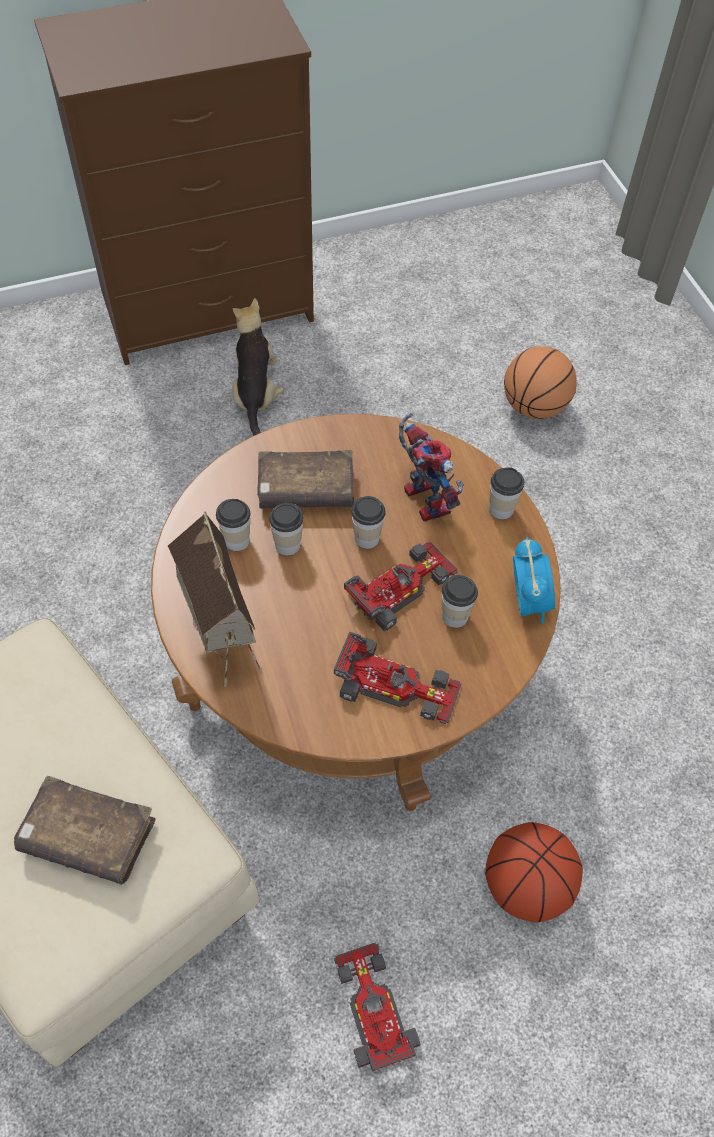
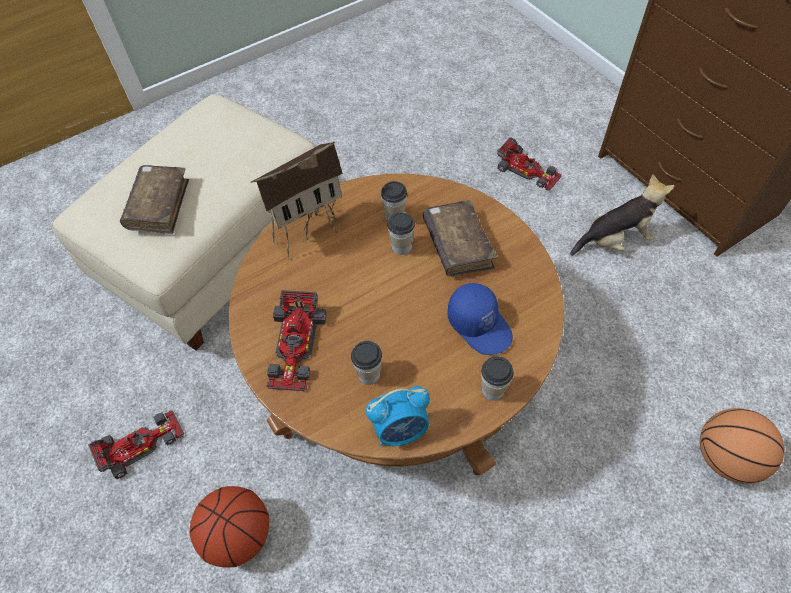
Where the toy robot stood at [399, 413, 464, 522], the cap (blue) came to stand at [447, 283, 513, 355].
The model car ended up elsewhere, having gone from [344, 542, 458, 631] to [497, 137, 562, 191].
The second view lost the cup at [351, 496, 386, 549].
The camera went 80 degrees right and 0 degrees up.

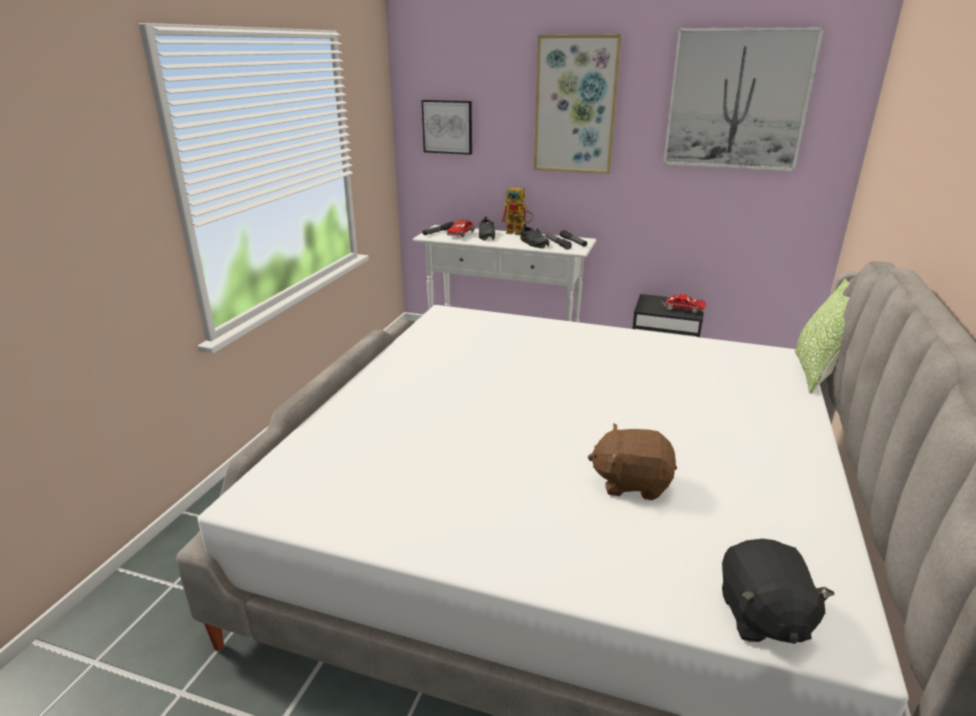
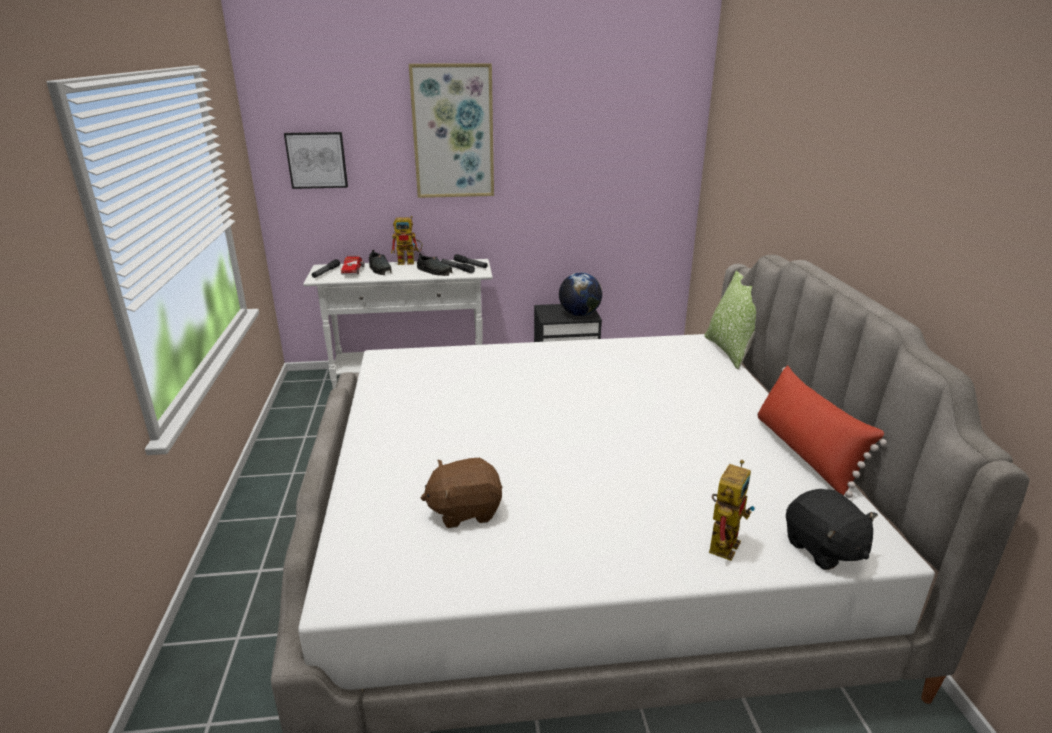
The soft toy (brown) ended up elsewhere, having gone from [588, 423, 677, 500] to [421, 458, 502, 528].
Where the toy lorry stood at [661, 293, 706, 313], the desk globe came to stand at [559, 272, 602, 316].
The second view gained the toy robot at [709, 460, 755, 561].
The second view gained the pillow (reddish) at [757, 365, 887, 498].
The second view lost the wall picture at [663, 27, 824, 171].
The camera went 25 degrees left and 0 degrees up.

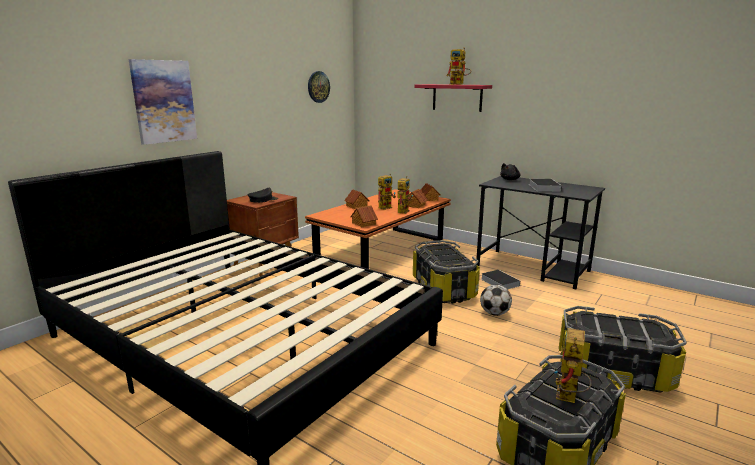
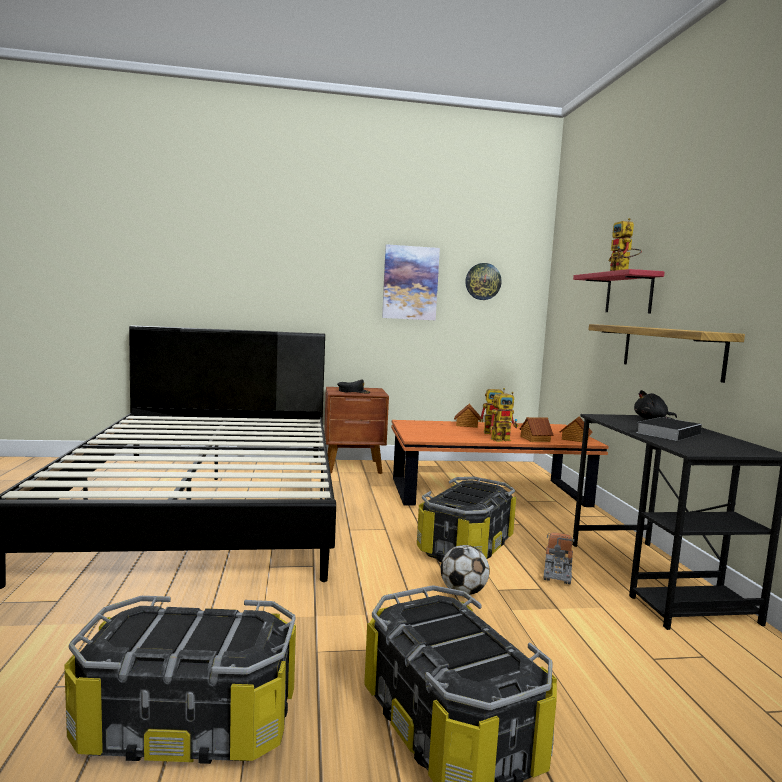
The wall picture ended up elsewhere, having gone from [129, 59, 197, 145] to [382, 244, 440, 320].
Where the volume stood at [481, 270, 520, 289], the toy lorry came to stand at [543, 532, 575, 585].
The second view gained the bracket shelf at [589, 324, 745, 383].
The second view lost the model house at [351, 205, 378, 227].
The second view lost the toy robot at [554, 328, 592, 403].
The camera went 45 degrees right and 10 degrees down.

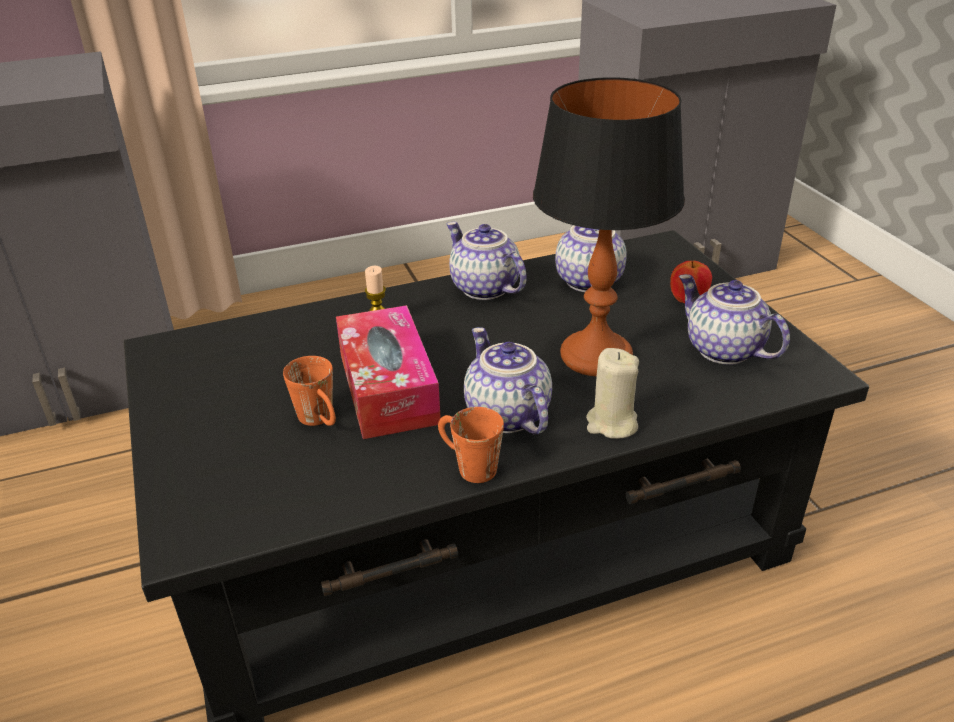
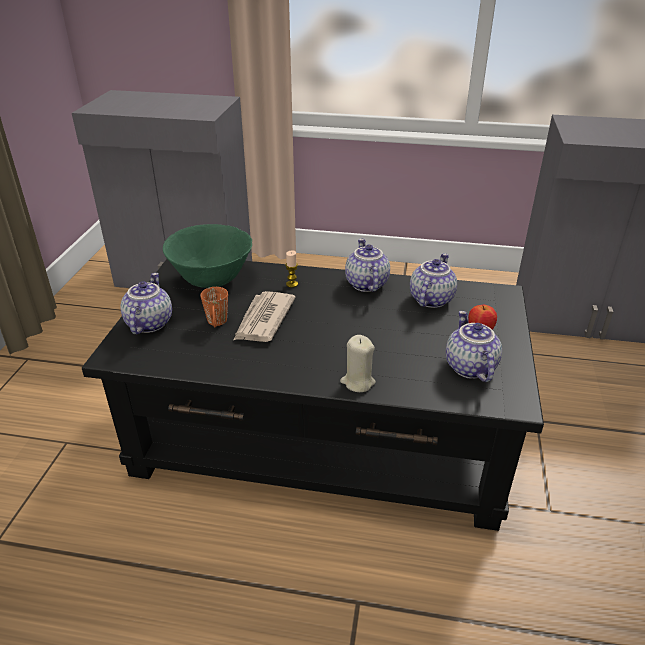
The tea pot ended up elsewhere, having gone from [464, 327, 552, 435] to [121, 273, 172, 334].
The second view gained the bowl (green) at [163, 224, 252, 288].
Where the tissue box stood at [336, 305, 441, 439], the newspaper came to stand at [234, 291, 296, 342].
The second view lost the coffee mug (orangey) at [438, 407, 504, 483].
The second view lost the table lamp at [533, 77, 685, 377].
The camera went 30 degrees right and 0 degrees up.

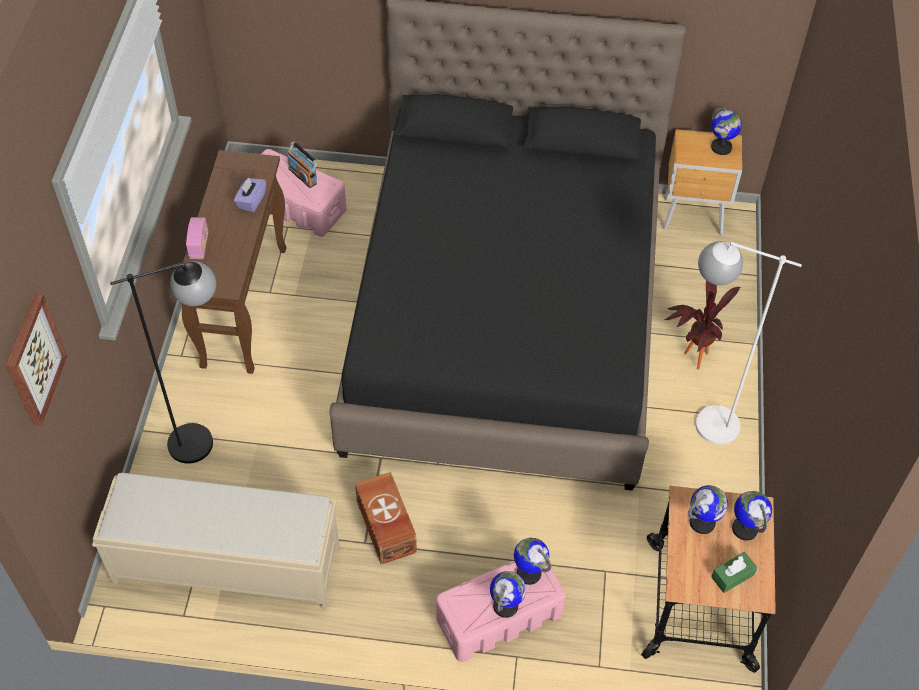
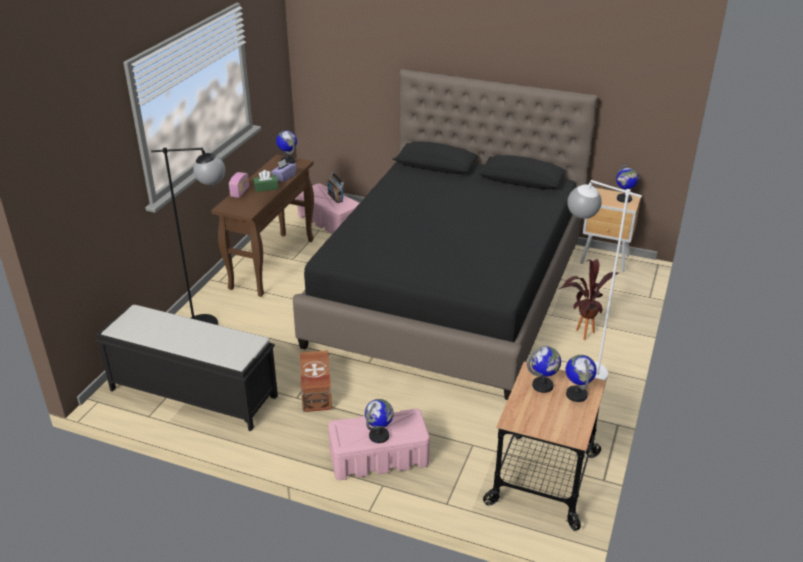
What was the indoor bench (sand-coloured) at [92, 473, 339, 610] turned into the indoor bench (black-coloured) at [95, 305, 278, 431].
The tissue box (green) ended up elsewhere, having gone from [711, 552, 757, 593] to [253, 170, 279, 192].
The desk globe ended up elsewhere, having gone from [514, 538, 551, 585] to [276, 130, 297, 163].
The second view lost the wall picture at [6, 293, 67, 426].
The camera went 15 degrees right and 20 degrees down.

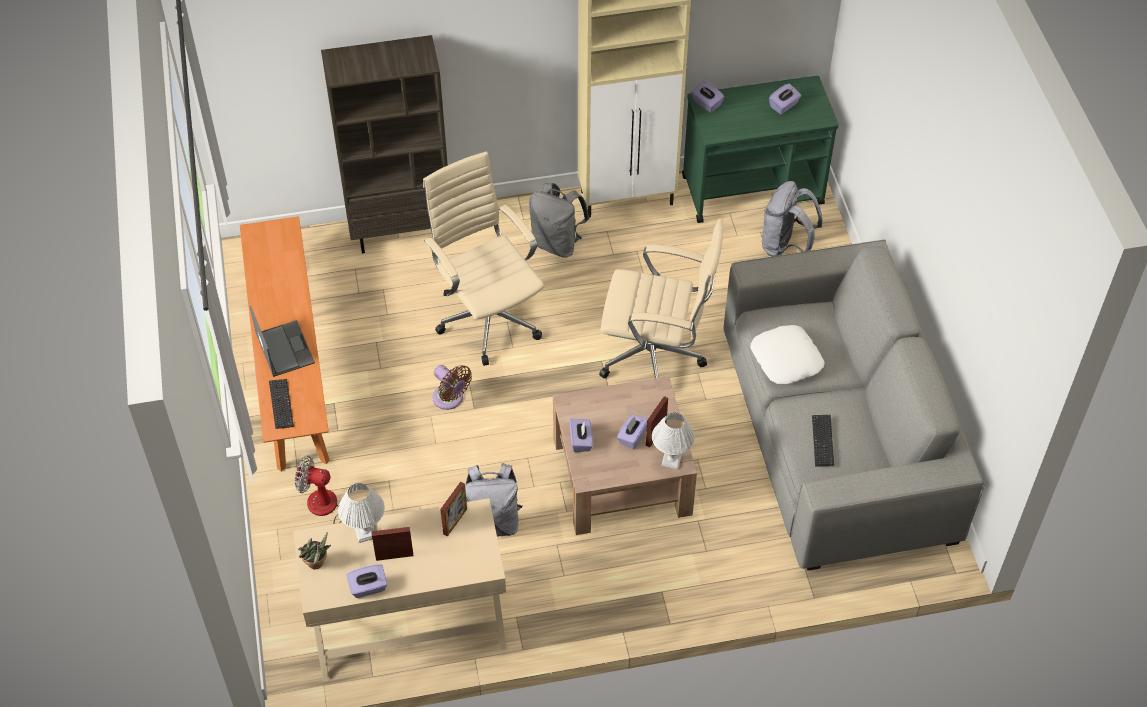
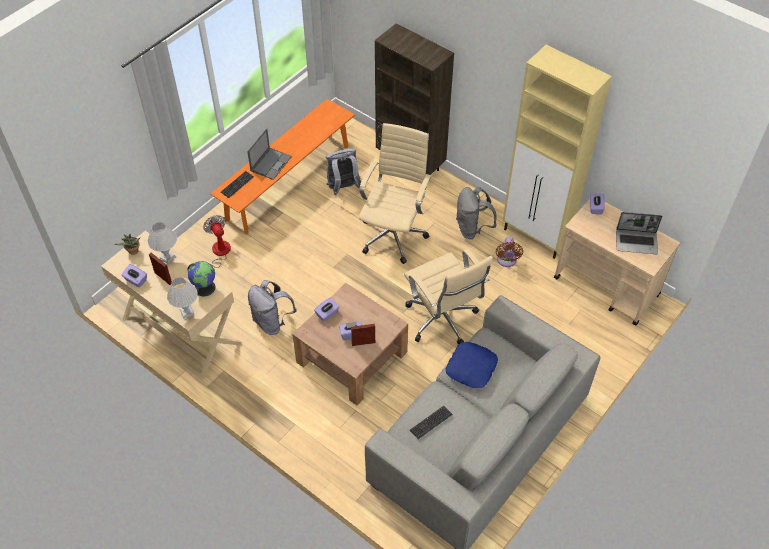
The table lamp (white) ended up elsewhere, having gone from [652, 412, 695, 469] to [167, 277, 198, 319].
Where the standing frame stood at [440, 482, 467, 536], the desk globe came to stand at [188, 261, 215, 296].
The backpack (gray) ended up elsewhere, having gone from [762, 181, 822, 257] to [326, 148, 361, 195].
What was the pillow (white) at [750, 325, 825, 384] turned into the pillow (blue) at [445, 342, 498, 388].
The electric fan (brown) ended up elsewhere, having gone from [432, 365, 472, 410] to [496, 237, 523, 267].
What was the cart (green) at [682, 76, 839, 223] turned into the cart (sand-coloured) at [554, 199, 680, 326].
Where the tissue box (purple) stood at [769, 83, 801, 114], the portable computer came to stand at [616, 212, 662, 254].
The camera went 50 degrees right and 0 degrees up.

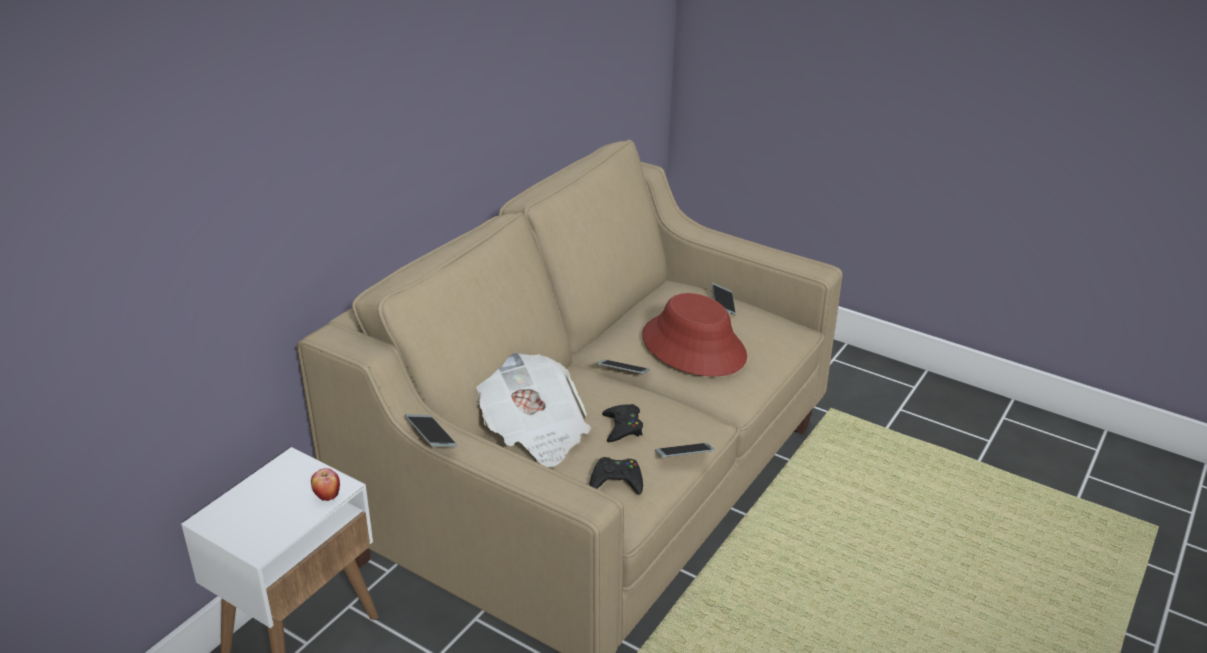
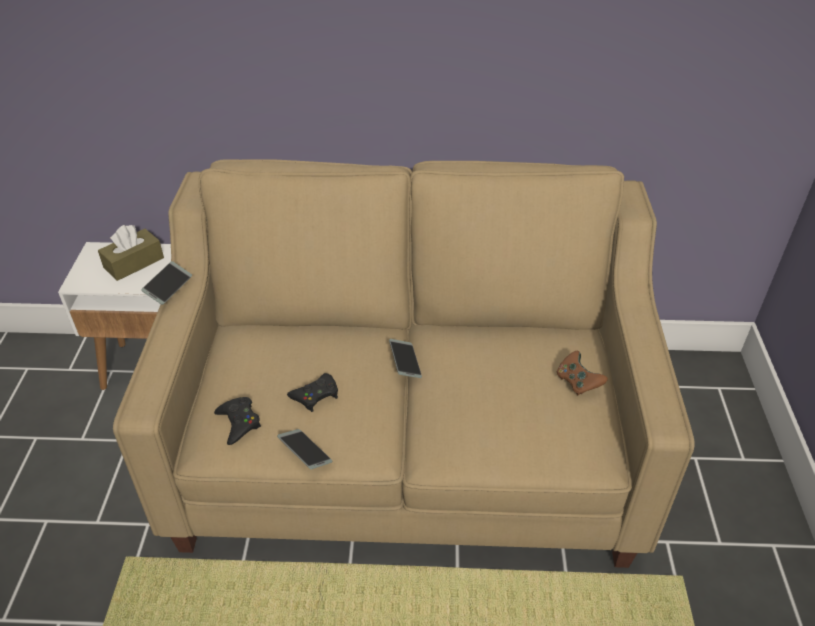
The second view gained the tissue box (brown) at [98, 225, 164, 281].
Where the phone stood at [712, 283, 736, 315], the game controller (brown) came to stand at [556, 351, 608, 395].
The second view lost the apple at [311, 468, 340, 501].
The second view lost the newspaper at [476, 352, 591, 467].
The second view lost the wearable hat (reddish) at [642, 293, 747, 376].
The camera went 60 degrees right and 10 degrees up.

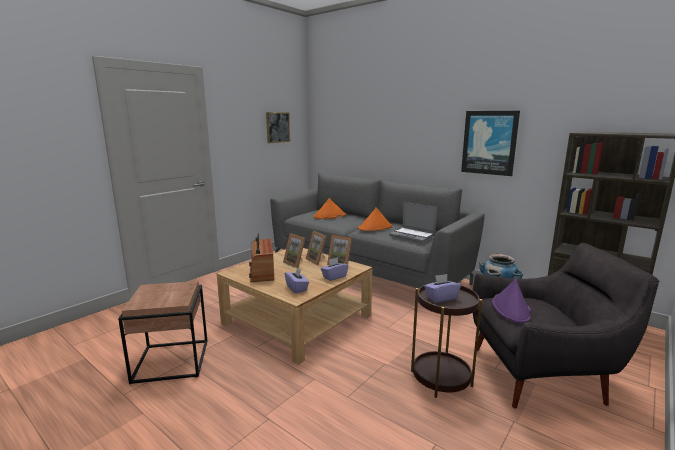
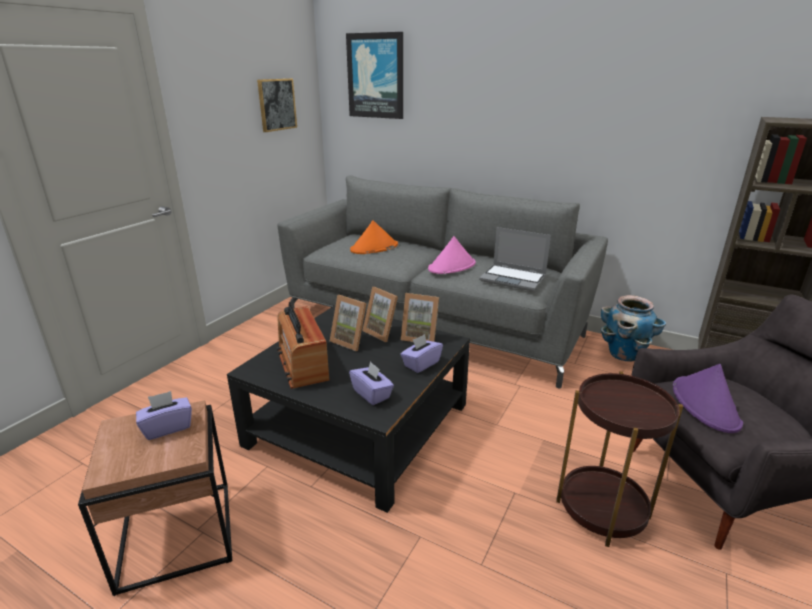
The tissue box (purple) ended up elsewhere, having gone from [424, 274, 461, 303] to [136, 391, 192, 440].
What was the coffee table (sand-coloured) at [217, 248, 372, 365] turned into the coffee table (black-coloured) at [227, 305, 470, 513].
The wall picture ended up elsewhere, having gone from [461, 111, 520, 176] to [346, 32, 403, 119].
What was the wearable hat (orangey) at [358, 207, 392, 231] turned into the wearable hat (pink) at [428, 236, 476, 274].
The camera went 10 degrees left and 10 degrees up.

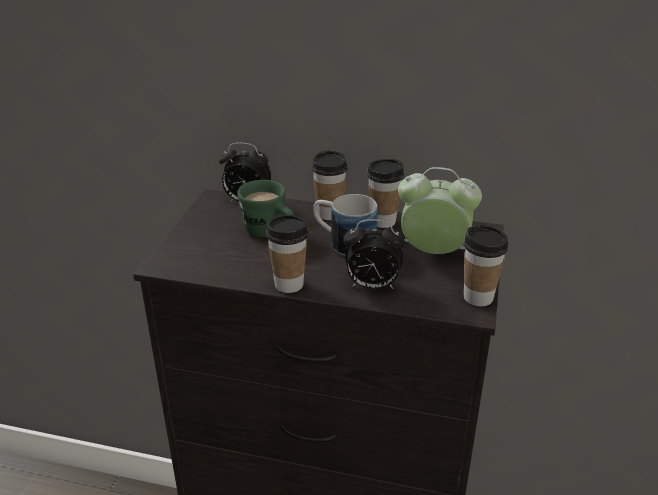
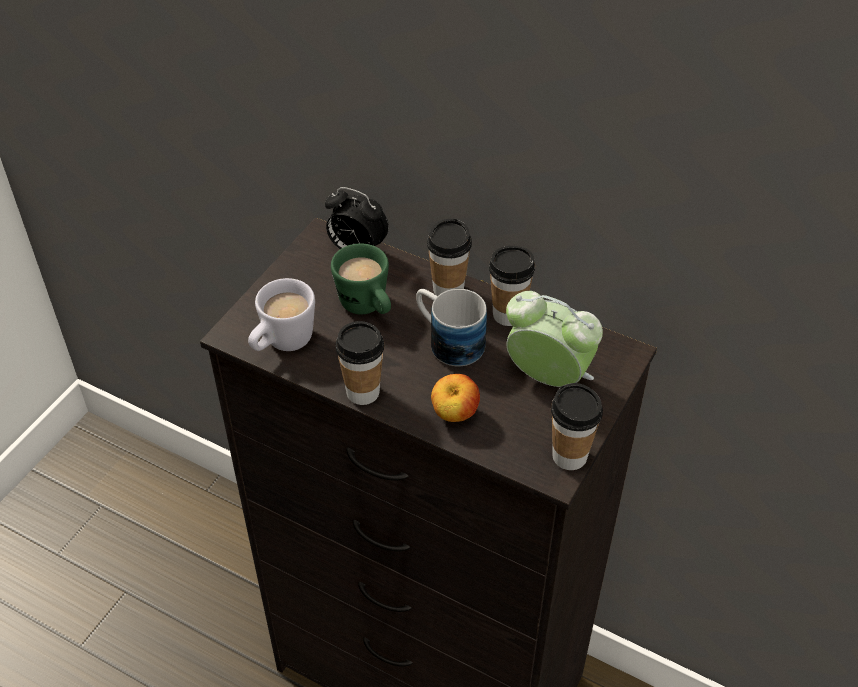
The second view gained the coffee mug (white) at [248, 278, 315, 351].
Where the alarm clock stood at [343, 219, 404, 290], the apple came to stand at [431, 374, 480, 422].
The camera went 15 degrees right and 15 degrees up.

